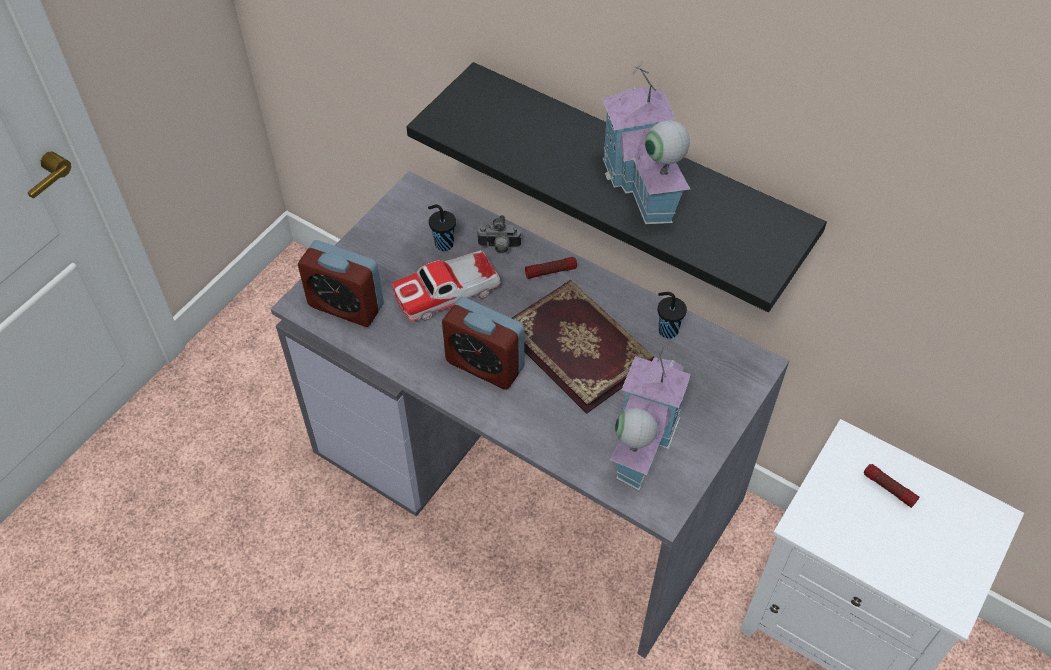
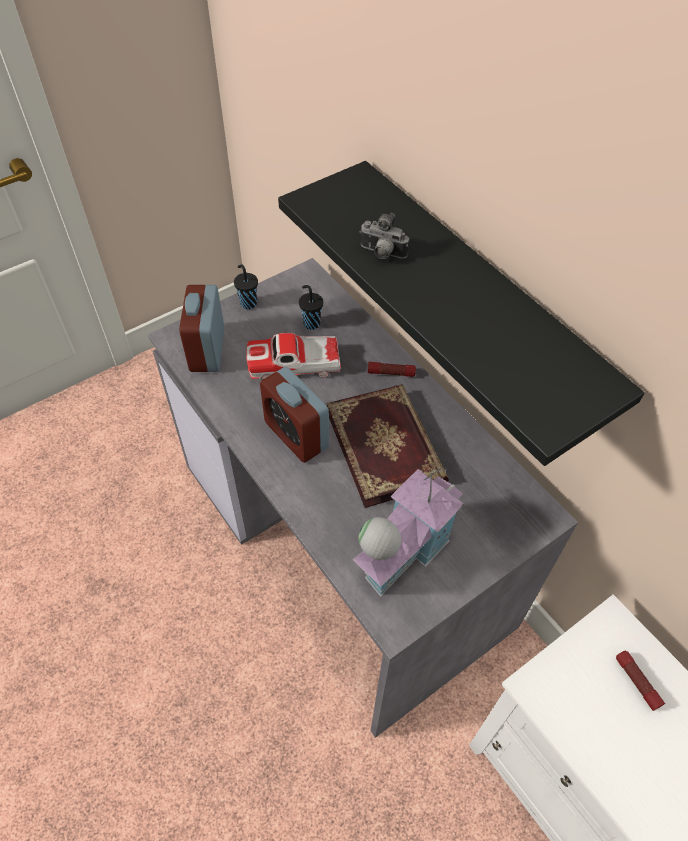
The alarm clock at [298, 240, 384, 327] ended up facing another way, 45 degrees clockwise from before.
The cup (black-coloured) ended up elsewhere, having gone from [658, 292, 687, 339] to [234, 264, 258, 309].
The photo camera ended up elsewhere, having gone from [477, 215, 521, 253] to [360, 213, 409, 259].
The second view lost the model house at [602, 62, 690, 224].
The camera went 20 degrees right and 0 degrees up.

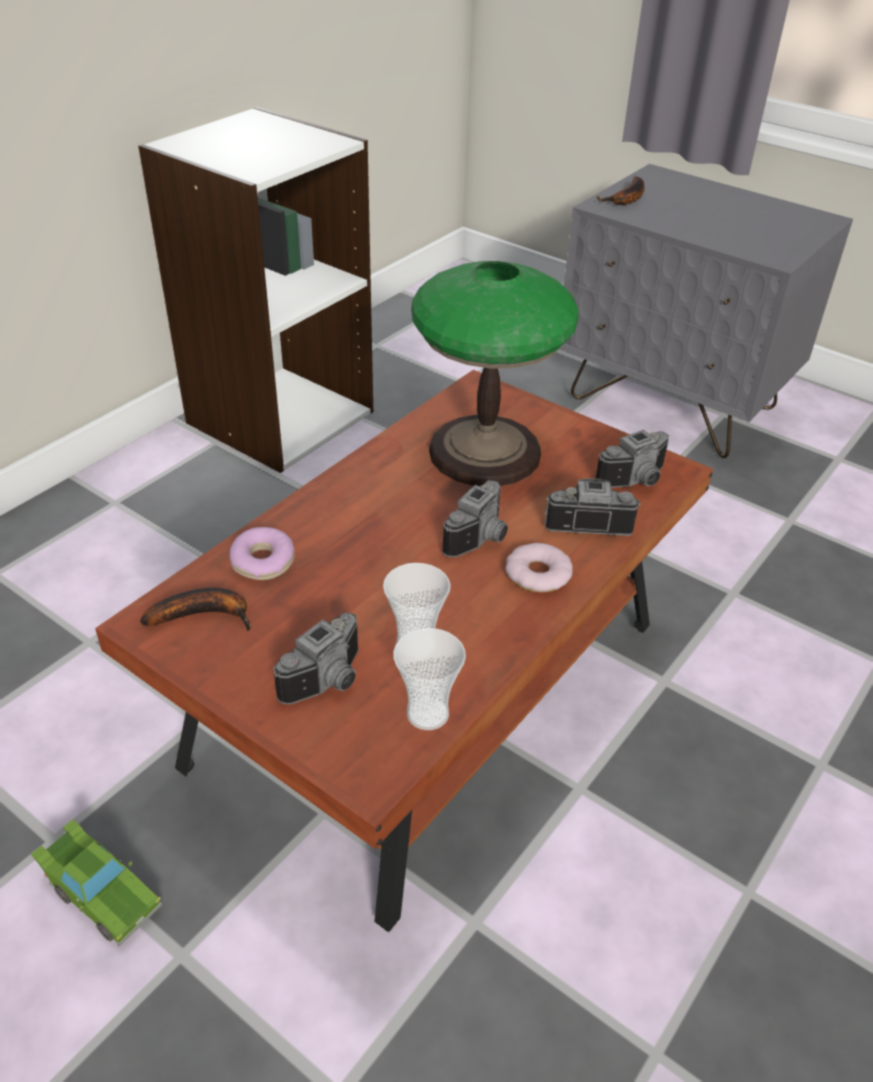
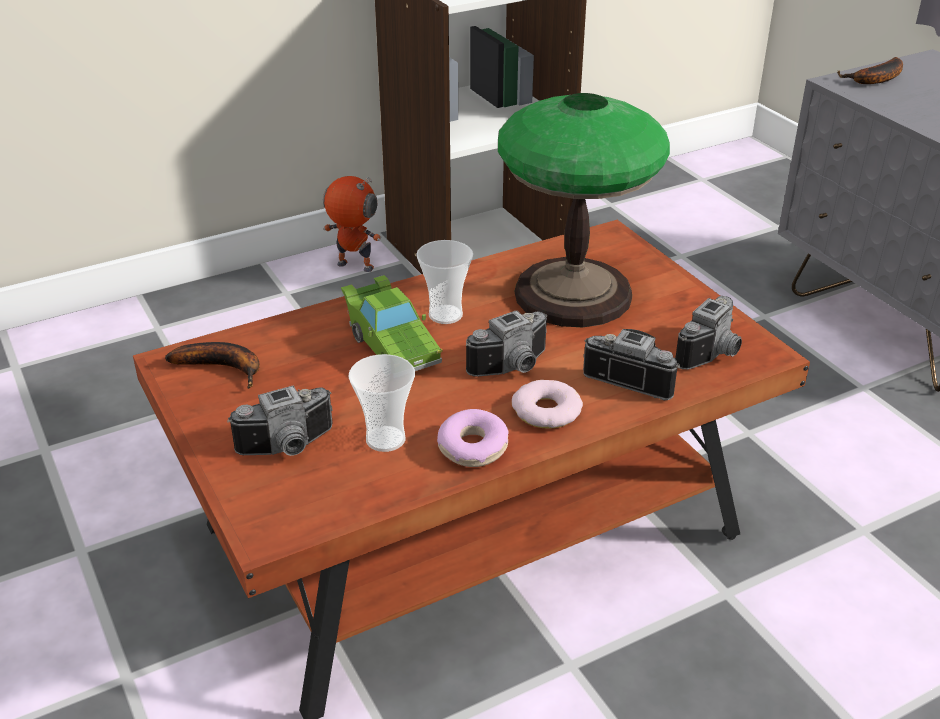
The second view gained the toy robot at [323, 176, 381, 272].
The model car (green) ended up elsewhere, having gone from [31, 819, 162, 947] to [341, 275, 442, 371].
The cup ended up elsewhere, having gone from [393, 628, 466, 730] to [416, 240, 473, 324].
The ring doughnut ended up elsewhere, having gone from [230, 527, 295, 580] to [437, 409, 509, 467].
The photo camera at [596, 430, 669, 488] ended up facing another way, 45 degrees counterclockwise from before.
The camera went 25 degrees right and 5 degrees down.

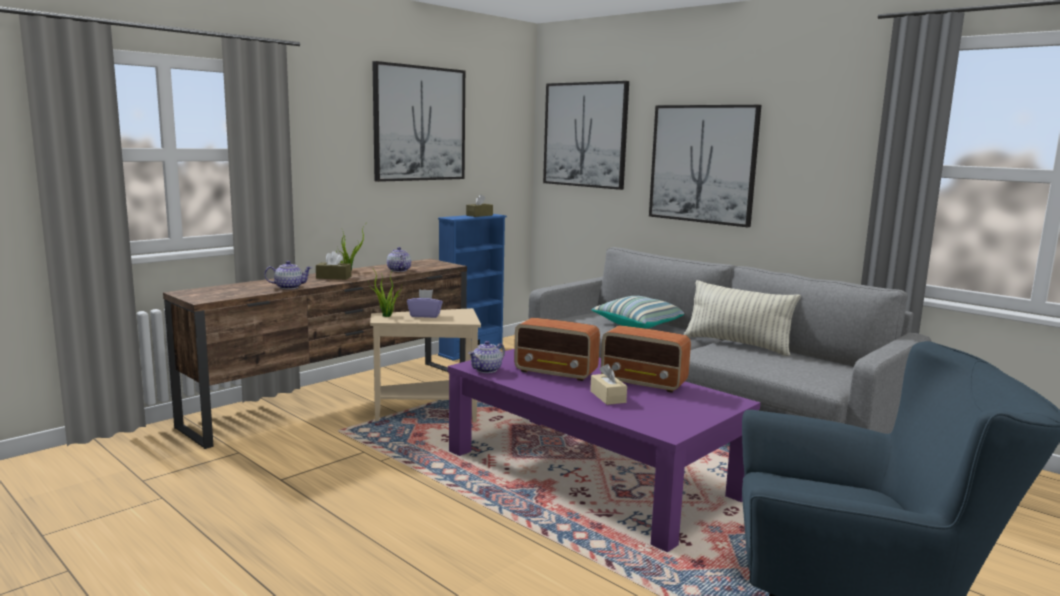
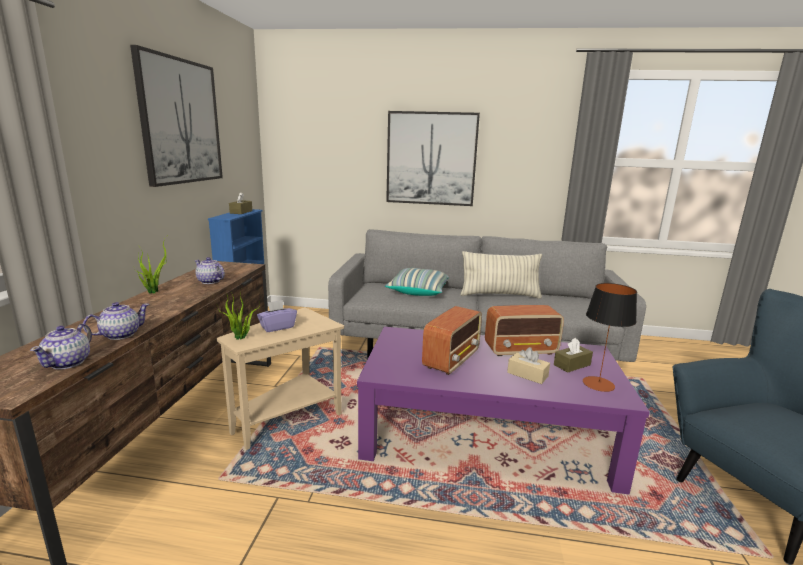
The tea pot ended up elsewhere, having gone from [468, 341, 505, 373] to [30, 324, 92, 369].
The radio at [514, 318, 600, 381] ended up facing another way, 45 degrees counterclockwise from before.
The tissue box (brown) ended up elsewhere, having gone from [316, 251, 351, 280] to [554, 338, 593, 372].
The second view gained the table lamp at [583, 283, 637, 392].
The second view lost the wall picture at [543, 81, 629, 190].
The camera went 35 degrees left and 5 degrees up.

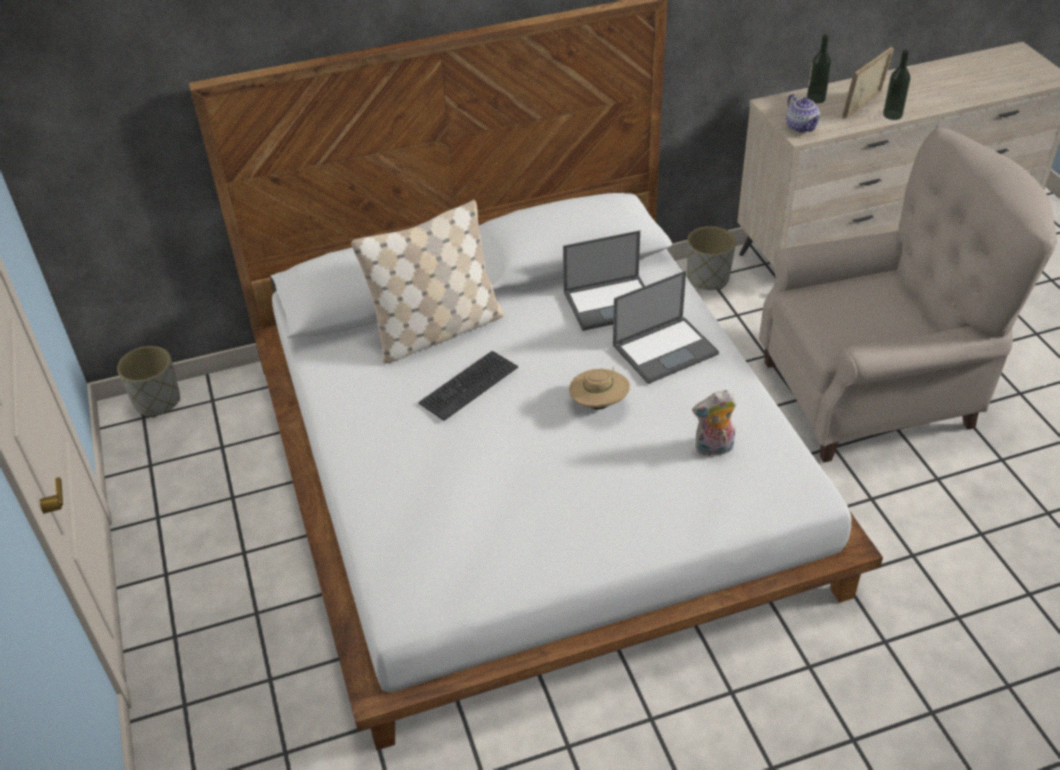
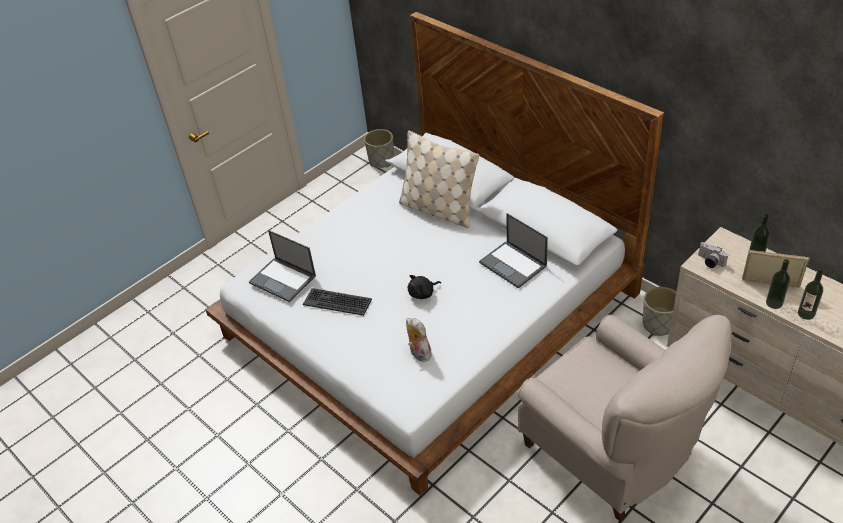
The portable computer ended up elsewhere, having gone from [613, 271, 719, 384] to [249, 230, 316, 302].
The keyboard ended up elsewhere, having gone from [419, 351, 518, 421] to [303, 288, 372, 316].
Where the wearable hat (sand-coloured) stood at [569, 367, 630, 409], the soft toy (black-coloured) came to stand at [408, 275, 441, 299].
Where the tea pot stood at [786, 94, 820, 133], the photo camera came to stand at [698, 242, 728, 268].
The second view gained the drink bottle at [798, 270, 823, 320].
The camera went 65 degrees right and 0 degrees up.

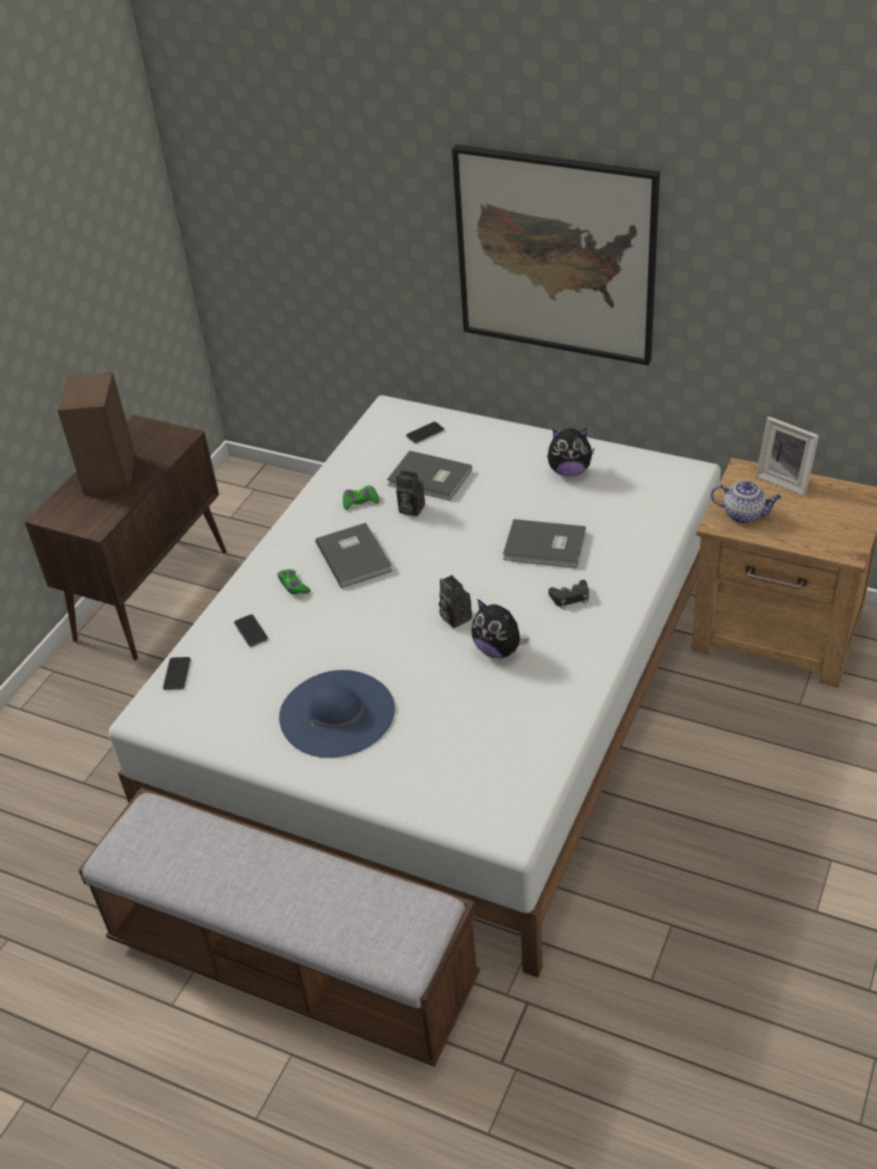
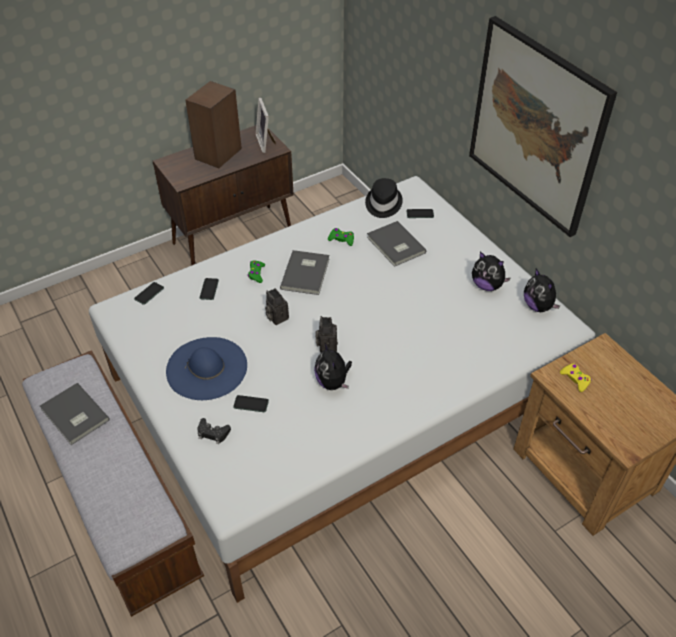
The volume (gray) ended up elsewhere, having gone from [503, 519, 586, 568] to [40, 383, 110, 445].
The game controller (black-coloured) ended up elsewhere, having gone from [548, 580, 589, 609] to [197, 418, 231, 444].
The second view gained the phone at [233, 395, 269, 412].
The standing frame ended up elsewhere, having gone from [756, 417, 819, 496] to [256, 98, 276, 153].
The photo camera ended up elsewhere, having gone from [396, 470, 425, 517] to [265, 288, 289, 325].
The second view gained the wearable hat (black-coloured) at [365, 178, 403, 218].
The second view gained the soft toy at [524, 269, 560, 312].
Where the tea pot stood at [711, 481, 781, 523], the game controller (yellowish) came to stand at [560, 364, 591, 392].
The camera went 30 degrees right and 5 degrees up.

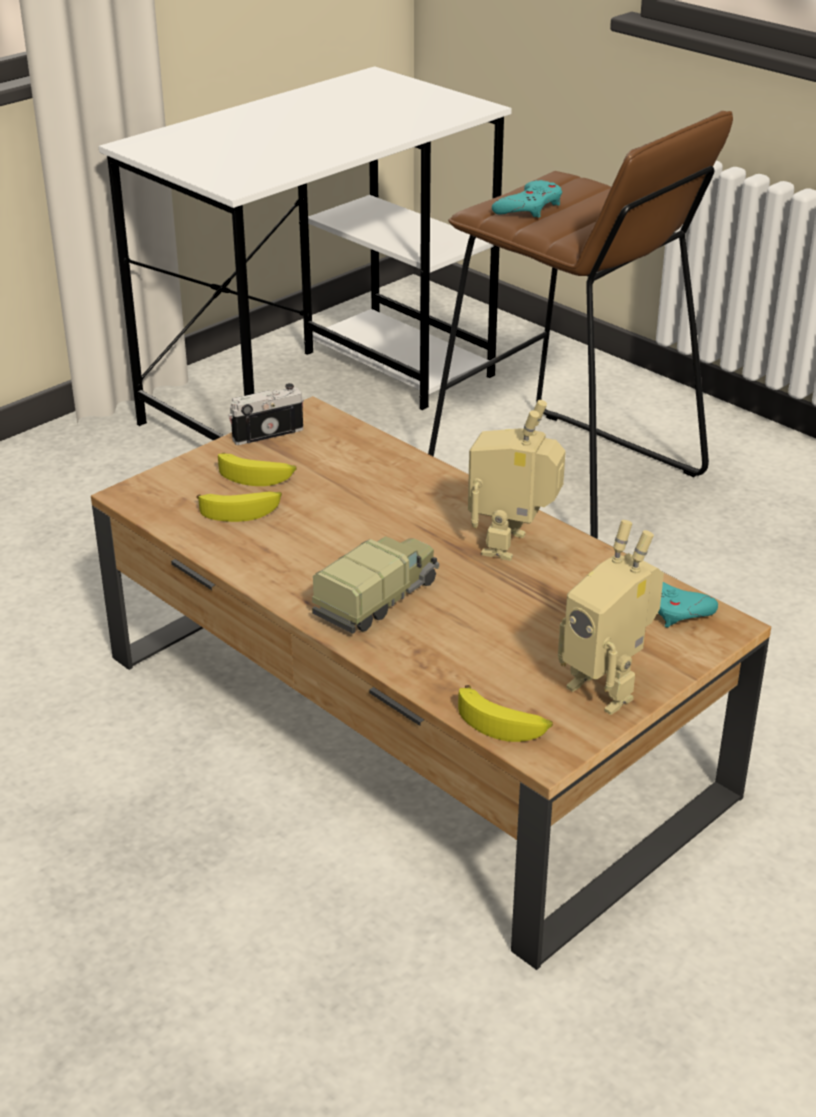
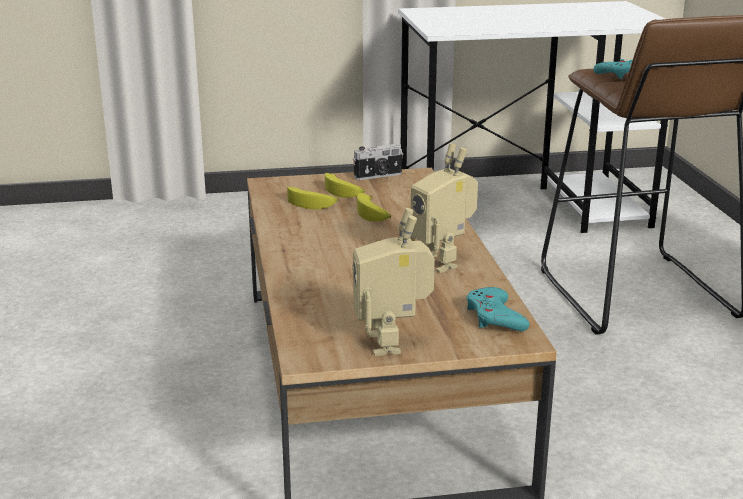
The photo camera at [228, 383, 304, 445] ended up facing another way, 150 degrees clockwise from before.
The banana ended up elsewhere, having gone from [458, 685, 553, 742] to [357, 193, 391, 222].
The toy robot at [468, 400, 566, 561] ended up facing another way, 90 degrees counterclockwise from before.
The second view lost the toy lorry at [312, 536, 439, 634].
The camera went 35 degrees right and 10 degrees down.

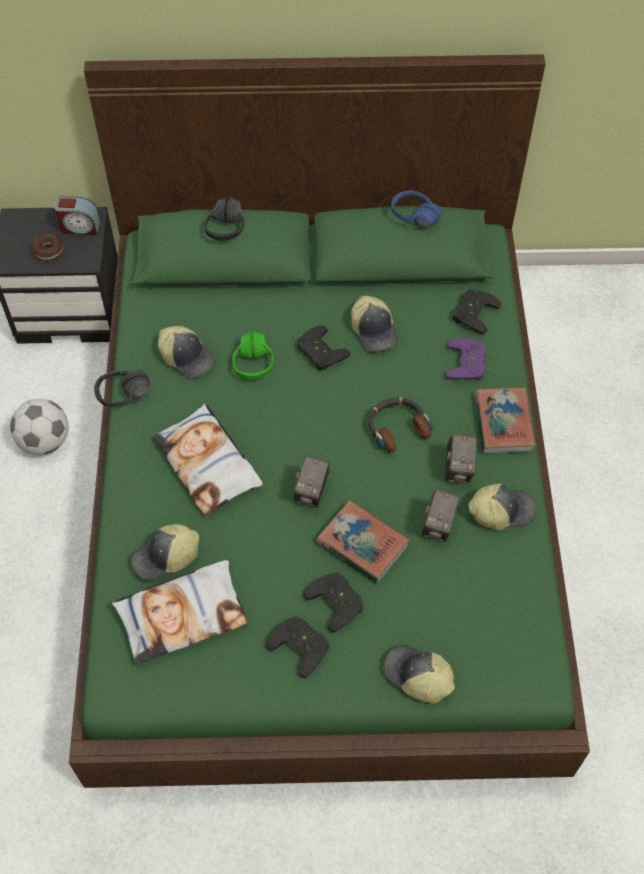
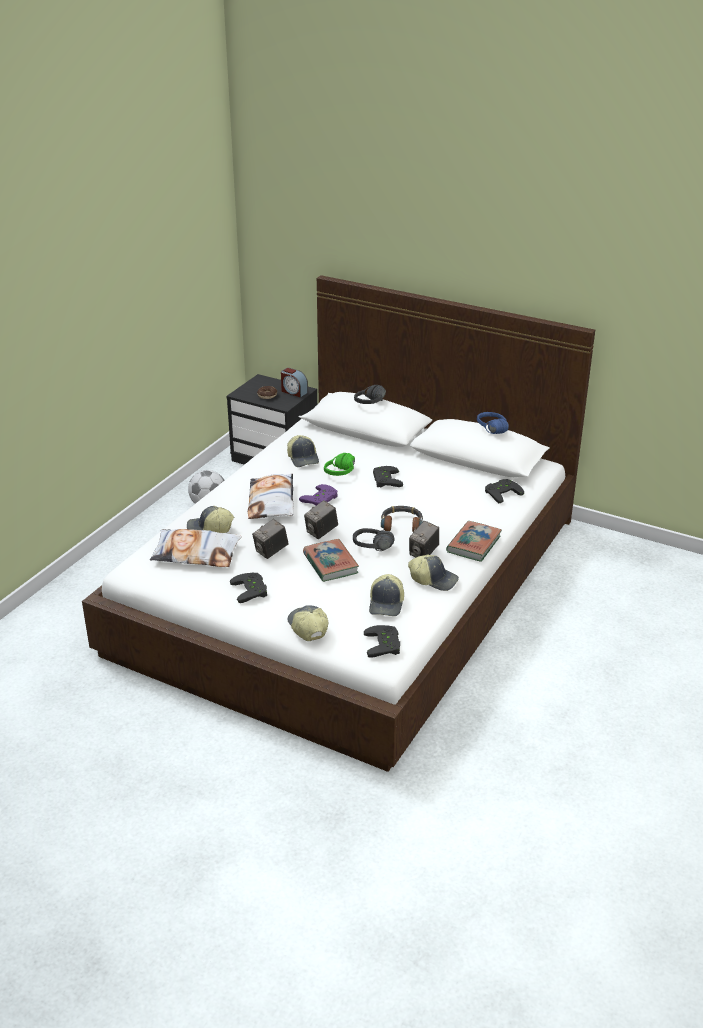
What was the bedroom bed (green) at [69, 54, 590, 788] turned into the bedroom bed (white) at [82, 275, 595, 772].
The photo camera ended up elsewhere, having gone from [422, 489, 460, 542] to [252, 519, 289, 559].
The game controller (purple) ended up elsewhere, having gone from [445, 338, 486, 381] to [299, 484, 338, 506].
The headset (black-coloured) ended up elsewhere, having gone from [94, 370, 150, 407] to [353, 528, 394, 551].
The game controller (black-coloured) ended up elsewhere, having gone from [303, 572, 364, 633] to [364, 625, 400, 658].
The cap ended up elsewhere, having gone from [351, 296, 398, 353] to [369, 574, 404, 616].
The camera went 30 degrees right and 25 degrees down.

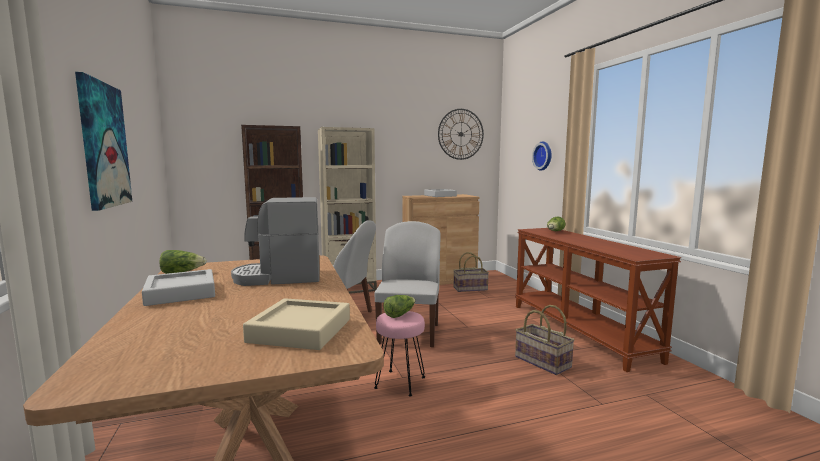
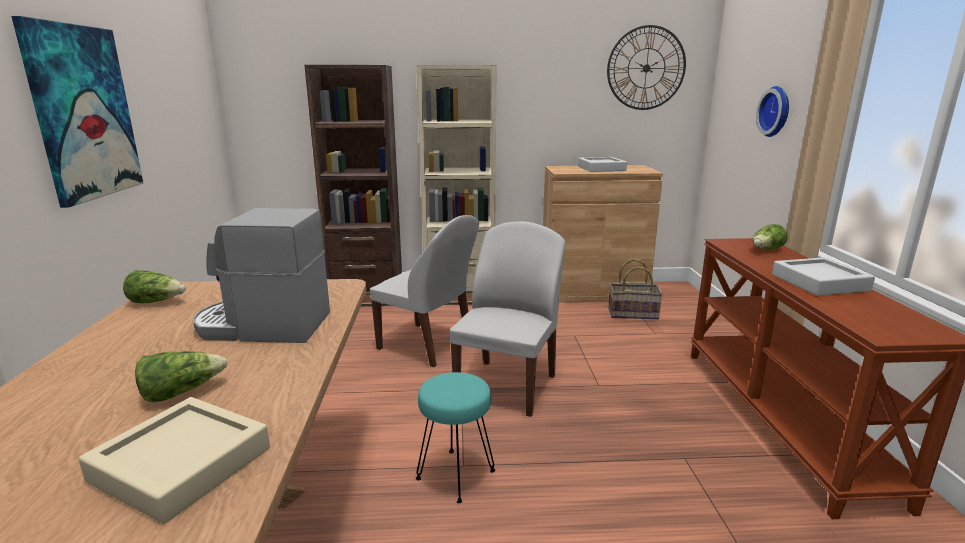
The lettuce ended up elsewhere, having gone from [383, 295, 416, 318] to [135, 351, 228, 402].
What was the stool (pink) at [374, 311, 425, 396] turned into the stool (blue-green) at [416, 372, 495, 503].
The carrying tray (gray) ended up elsewhere, having gone from [142, 269, 215, 306] to [772, 257, 875, 296].
The second view lost the household basket at [515, 305, 575, 375].
The camera went 15 degrees right and 10 degrees up.

